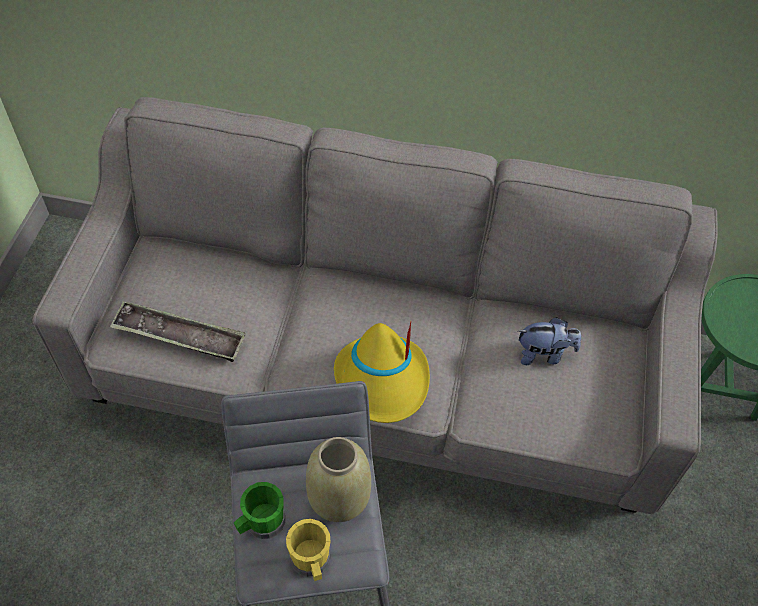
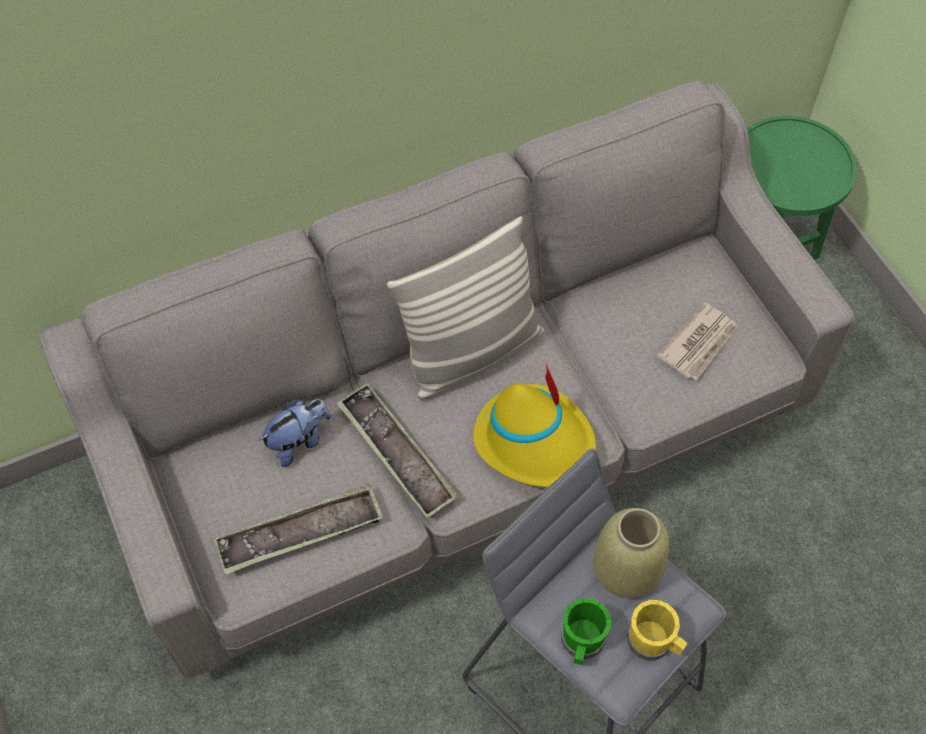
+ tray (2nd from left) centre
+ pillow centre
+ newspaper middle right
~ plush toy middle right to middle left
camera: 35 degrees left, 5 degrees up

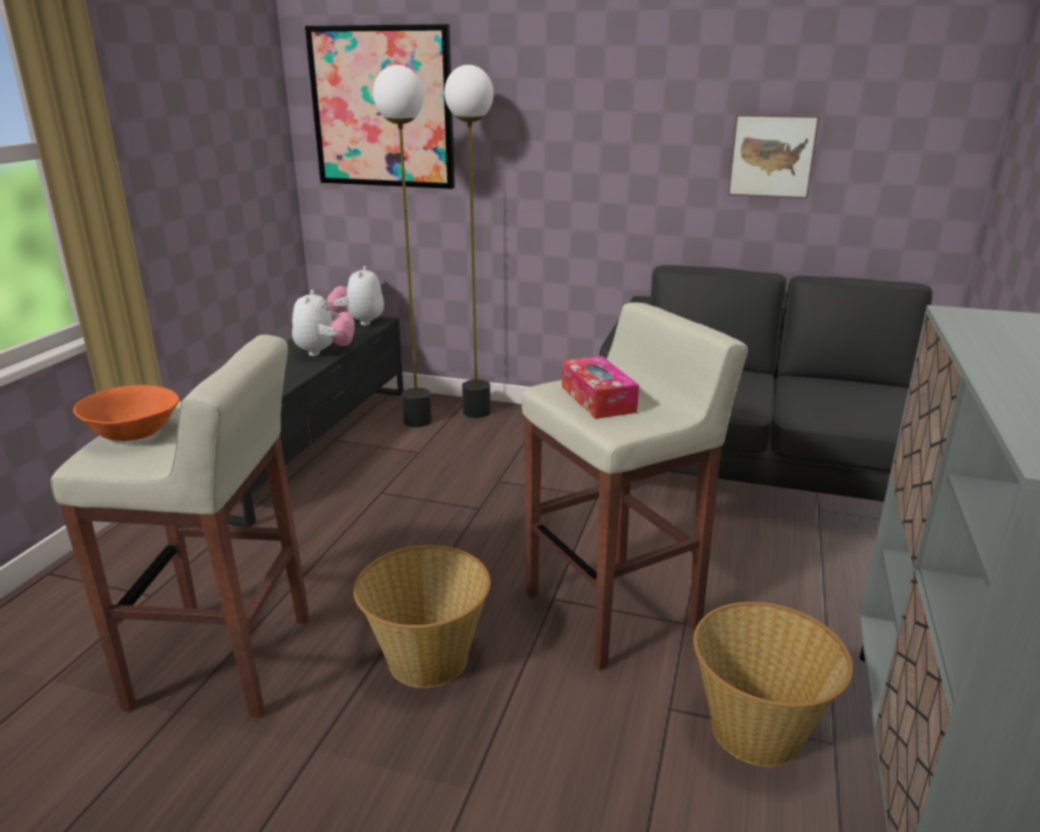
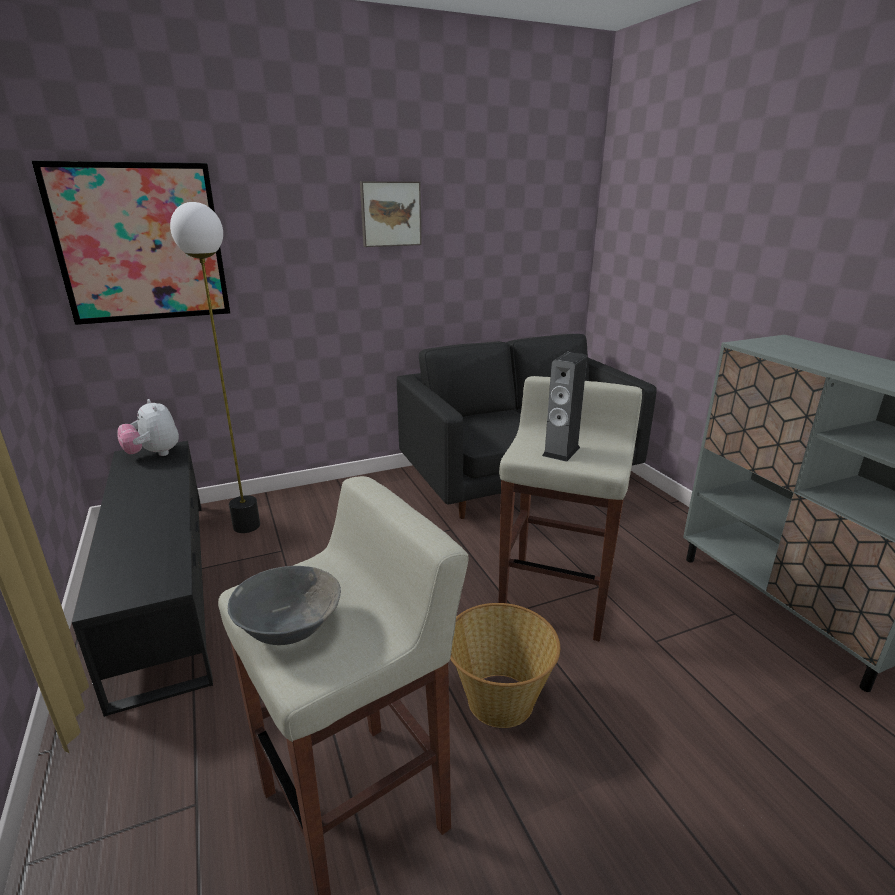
- plush toy (1st from left) middle left
- standing lamp (2nd from left) top centre
- storage basket (2nd from left) bottom right
~ wall picture (2nd from left) top right to top centre
~ tissue holder centre to loudspeaker centre
~ deep dish in orangey middle left to deep dish in grey bottom left
camera: 40 degrees left, 0 degrees up

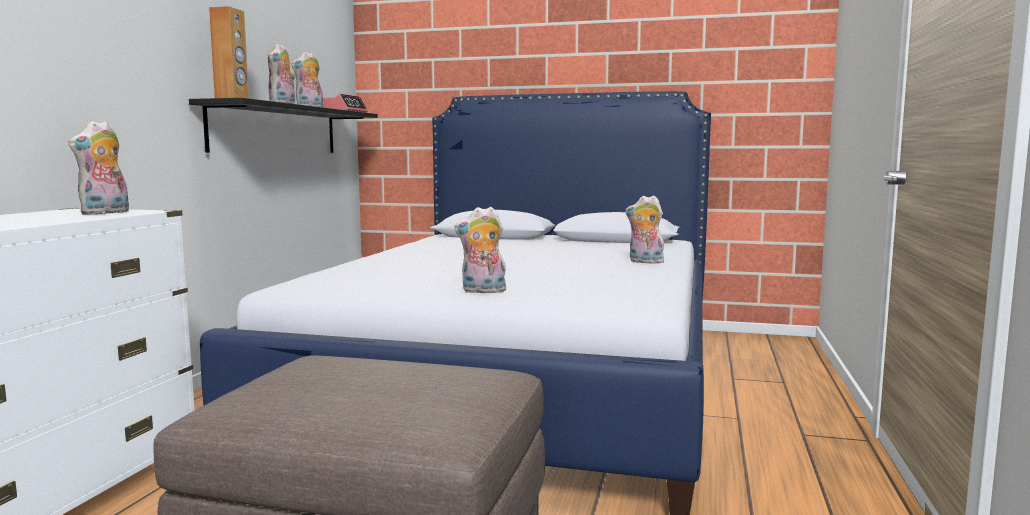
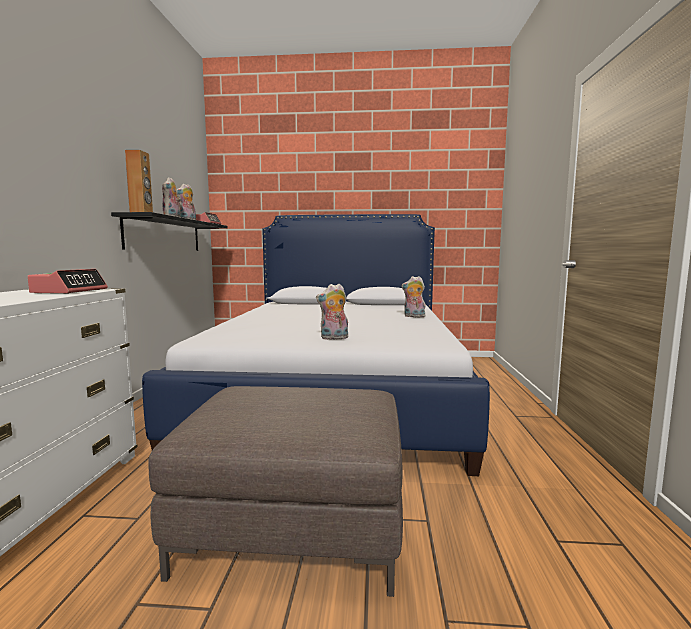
~ plush toy (1st from left) top left to bedside clock (1st from left) middle left
camera: 10 degrees left, 0 degrees up

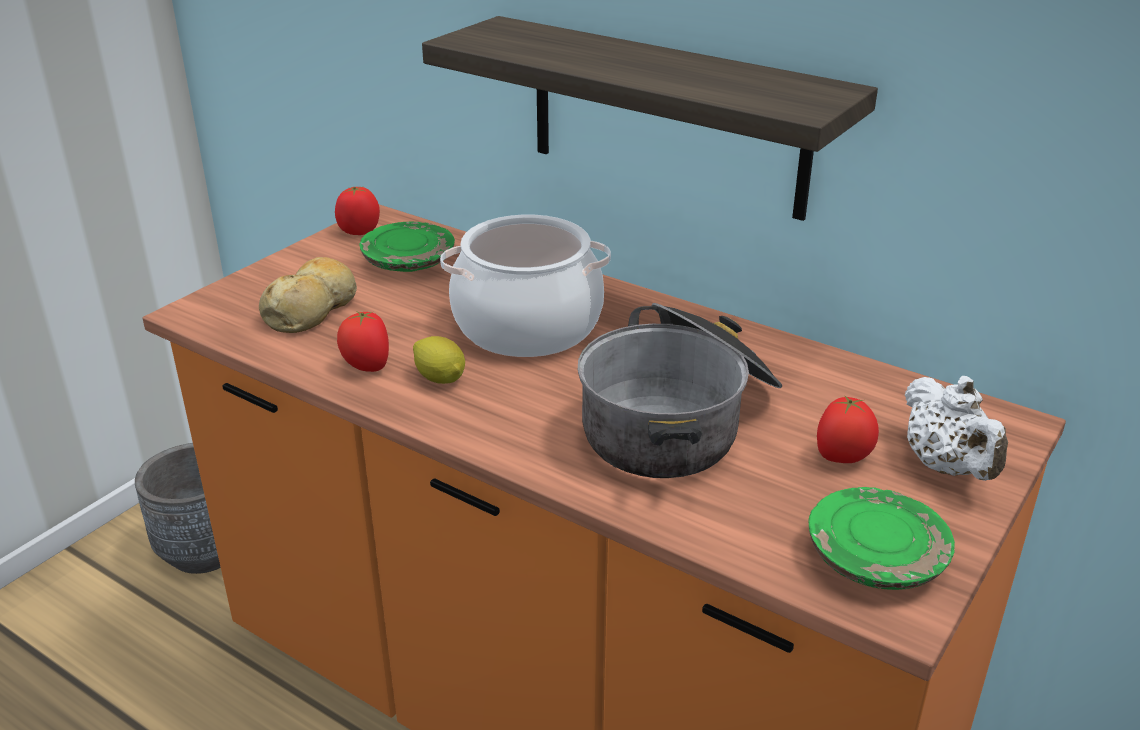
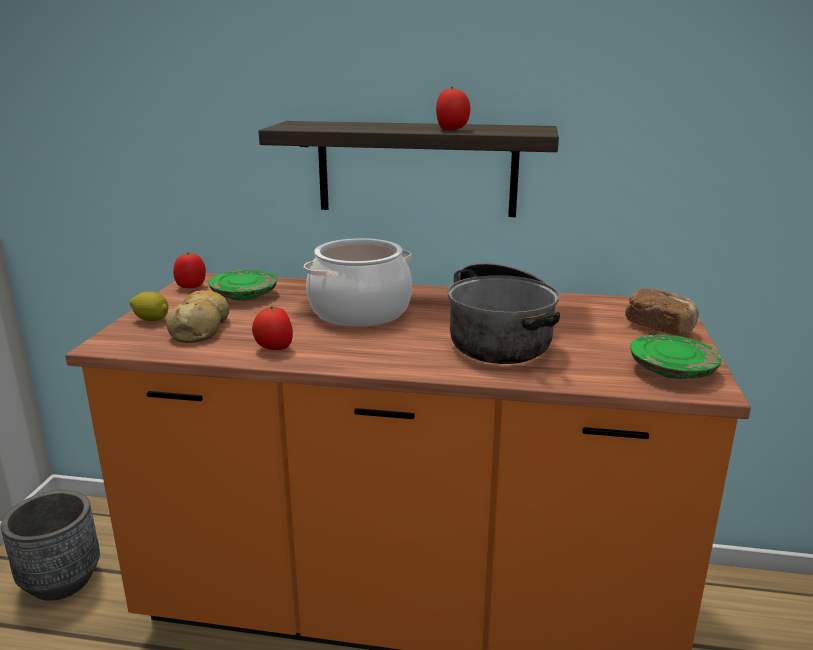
~ citrus fruit centre to middle left
~ tomato (3rd from left) middle right to top centre
~ teapot in white-coloured middle right to bakery bread (2nd from left) middle right
camera: 25 degrees left, 10 degrees down

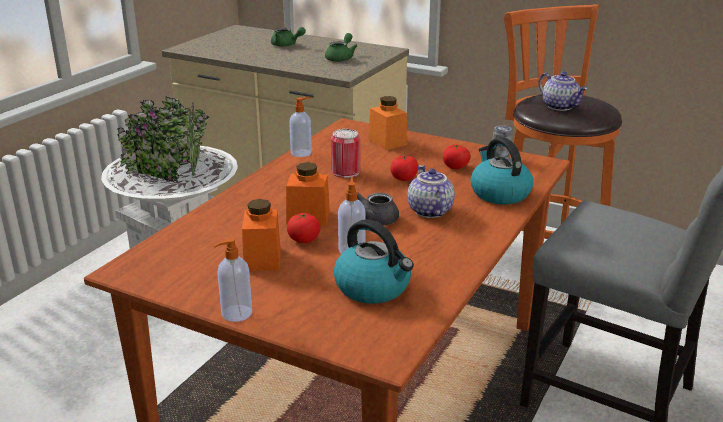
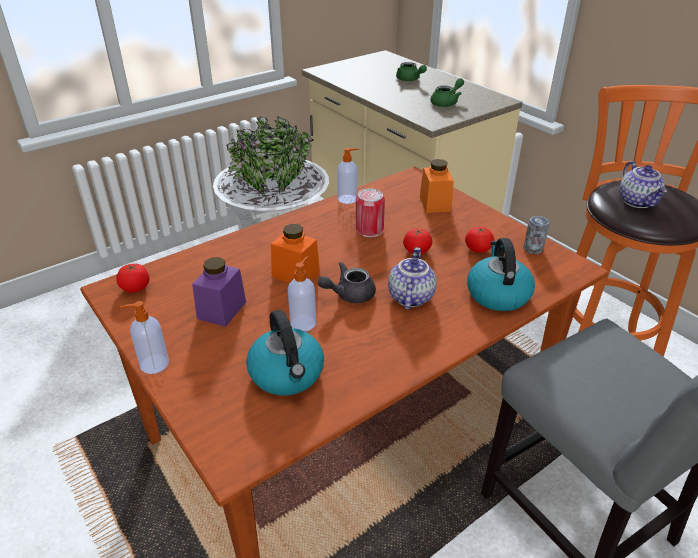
~ tomato (1st from left) centre to middle left
~ jar in orangey (1st from left) centre to jar in purple middle left
camera: 25 degrees right, 10 degrees up

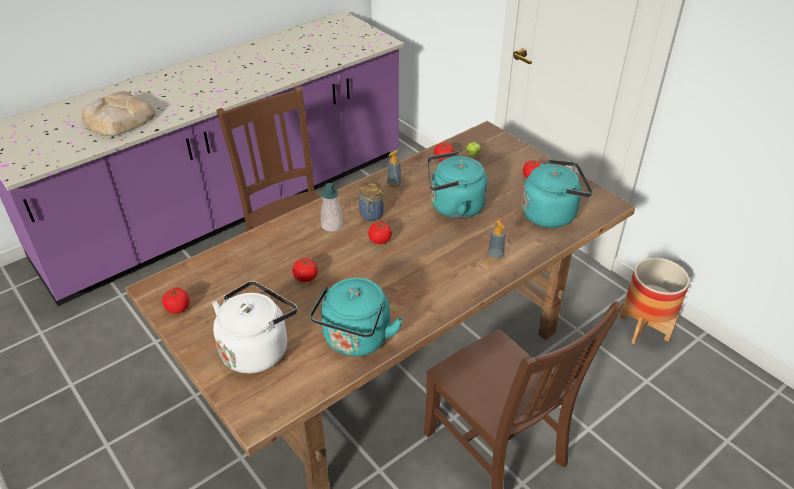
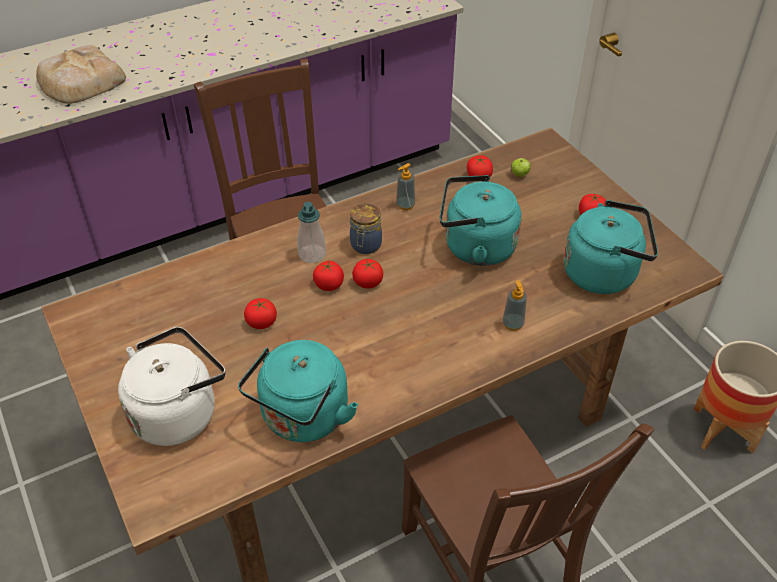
~ tomato (1st from left in the first image) middle left to tomato (2nd from left) centre
camera: 10 degrees right, 5 degrees up

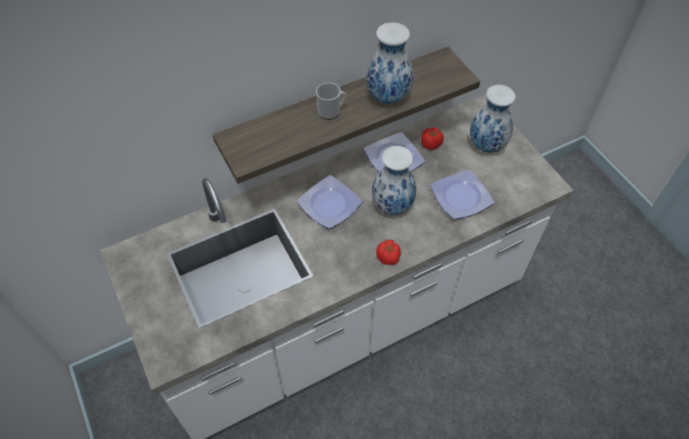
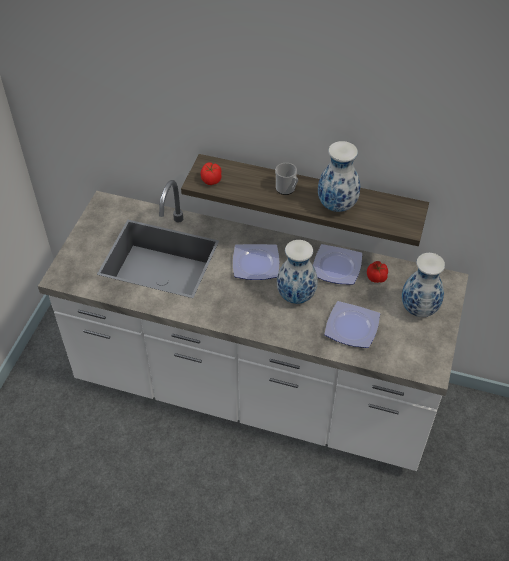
~ tomato (1st from left) centre to top centre
camera: 45 degrees right, 5 degrees down

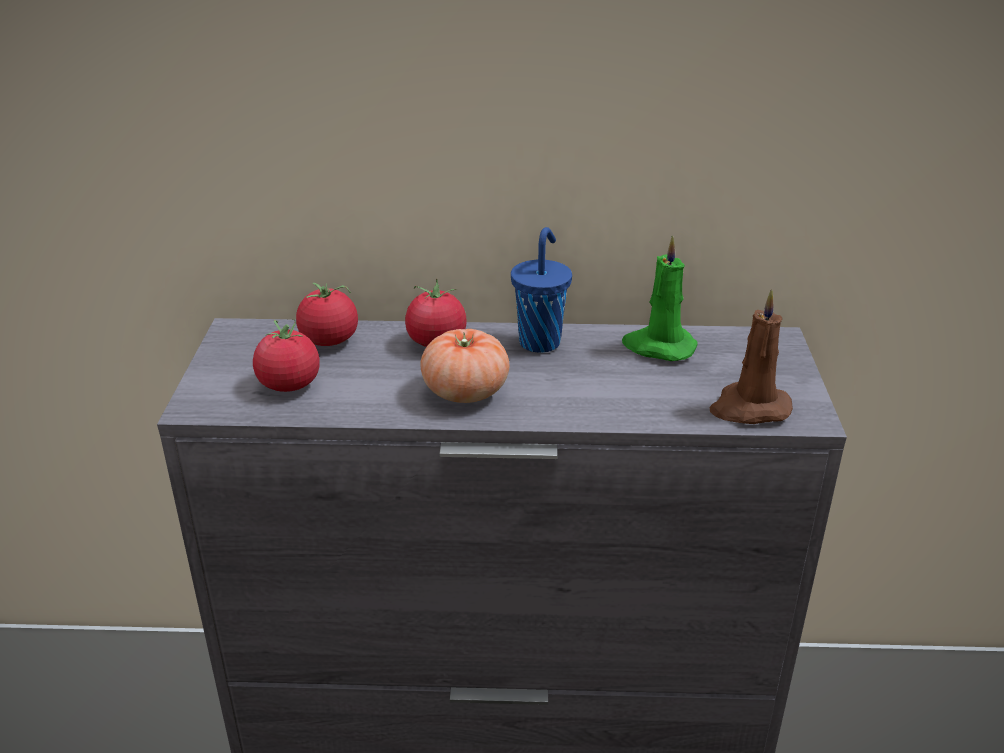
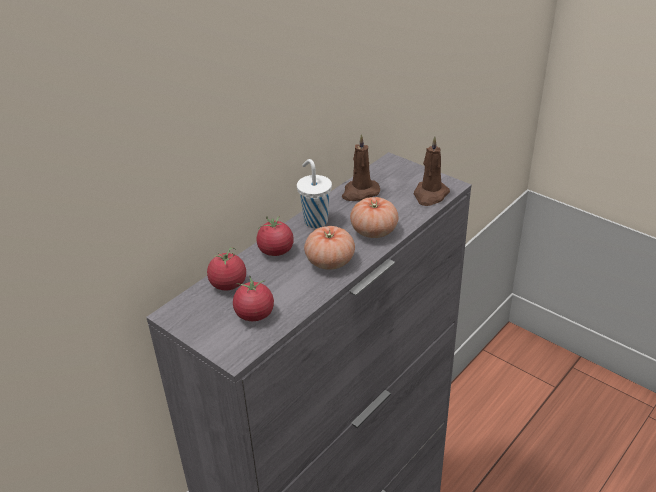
+ tomato (5th from left) centre
~ small cup in blue-coloured centre to small cup in white-coloured centre
~ wax candle in green-coloured centre to wax candle in brownish (1st from left) centre
camera: 50 degrees left, 5 degrees up

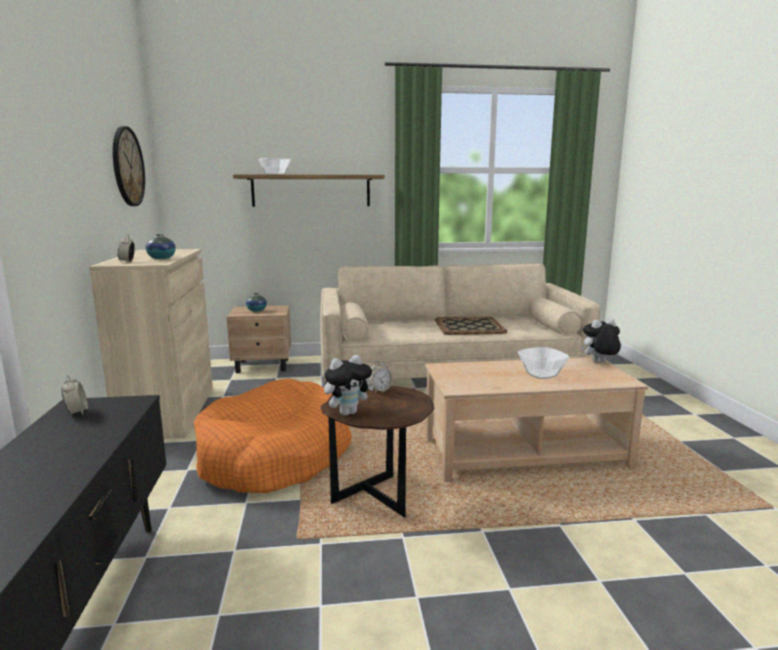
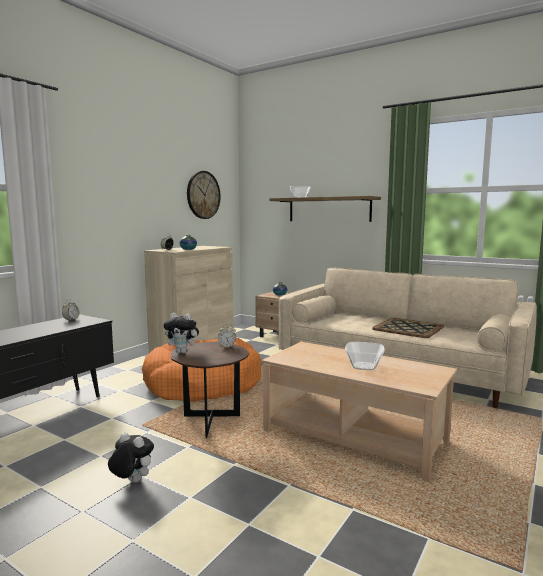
~ plush toy (2nd from left in the first image) middle right to plush toy (1st from left) bottom left
camera: 40 degrees right, 5 degrees down

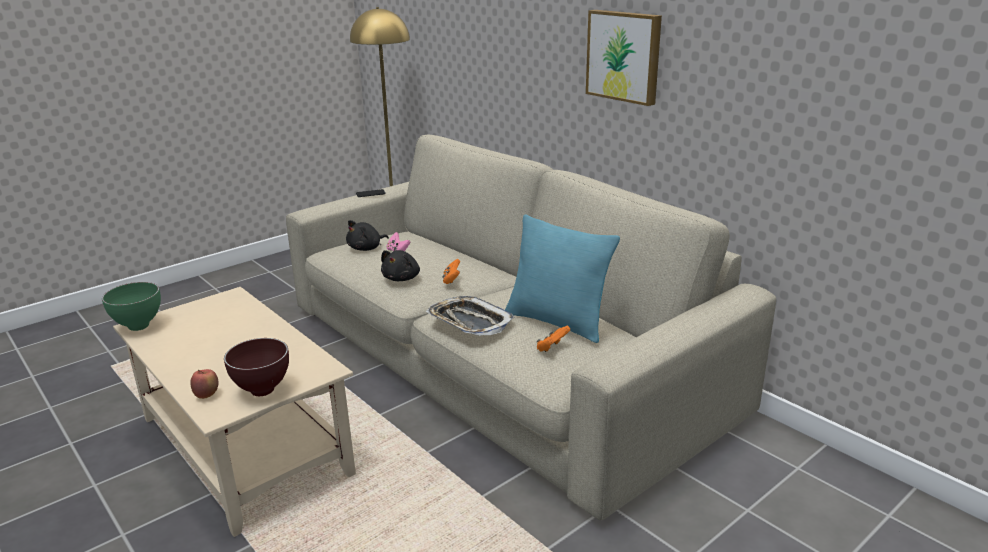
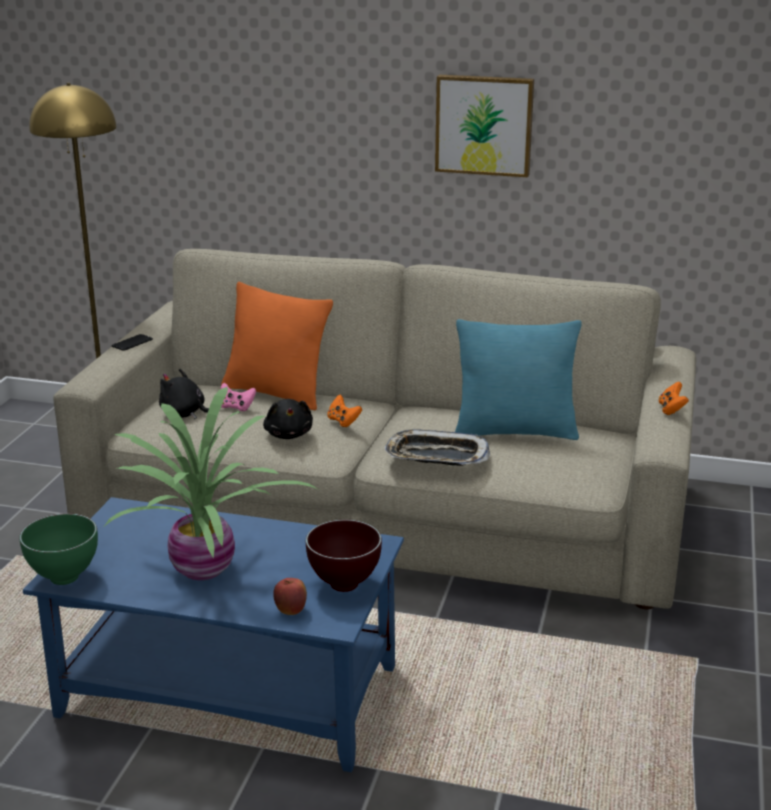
+ potted plant middle left
+ pillow in orangey centre
~ game controller in orangey (2nd from left) centre to middle right
~ coffee table in beige bottom left to coffee table in blue-coloured bottom left
~ plush toy in black (1st from left) centre = middle left 105 degrees clockwise
camera: 35 degrees left, 0 degrees up

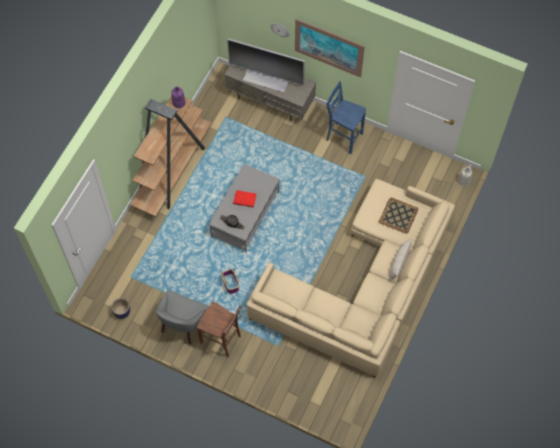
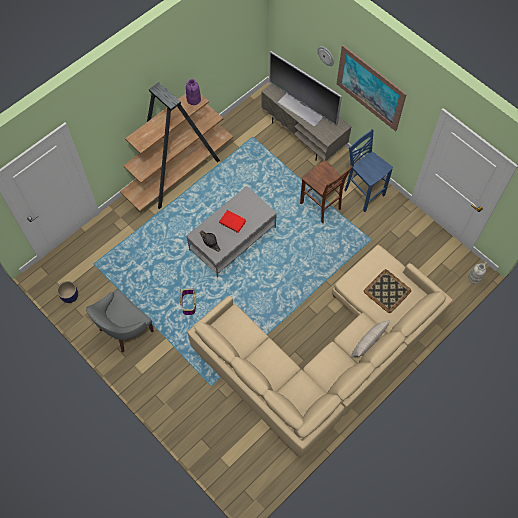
~ sitting stool in brownish bottom centre to centre
camera: 20 degrees right, 0 degrees up

